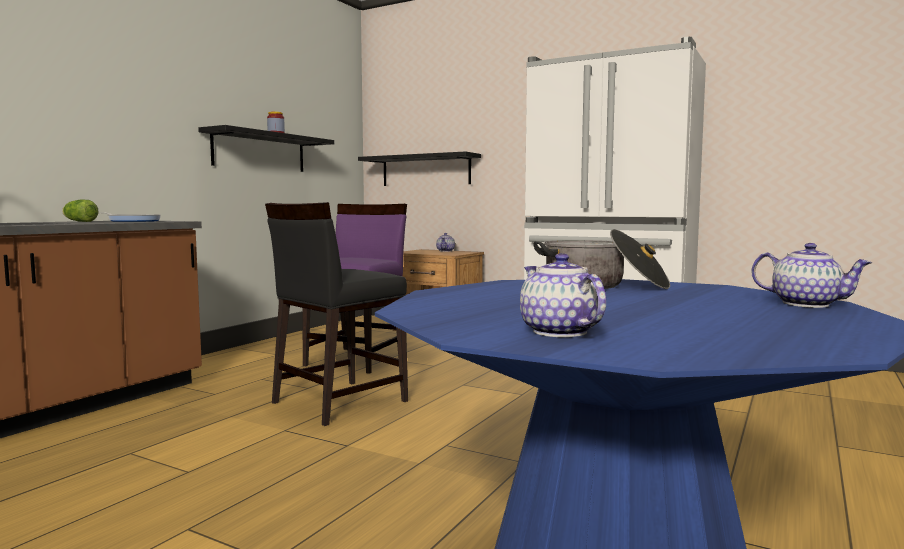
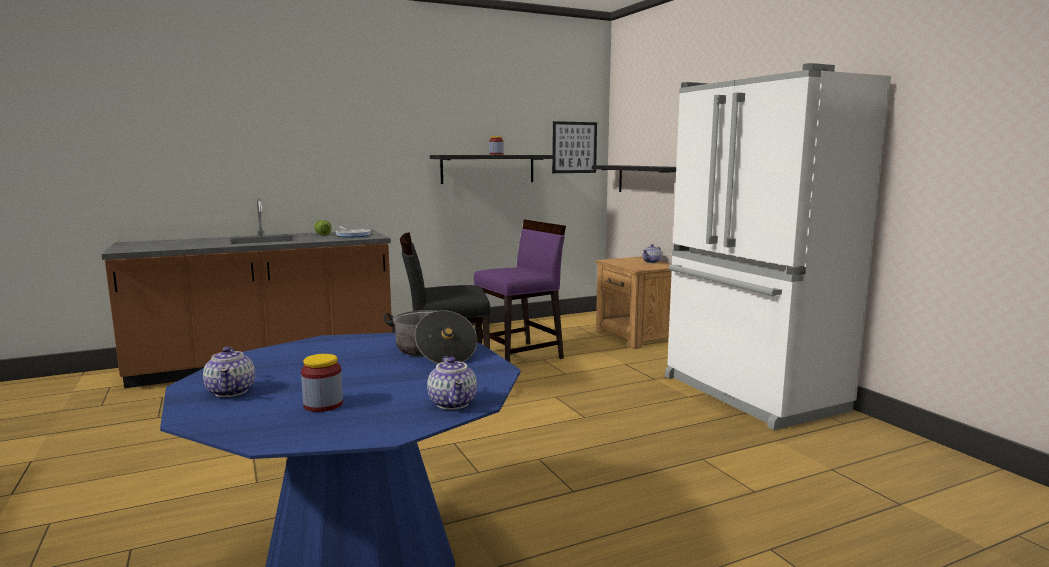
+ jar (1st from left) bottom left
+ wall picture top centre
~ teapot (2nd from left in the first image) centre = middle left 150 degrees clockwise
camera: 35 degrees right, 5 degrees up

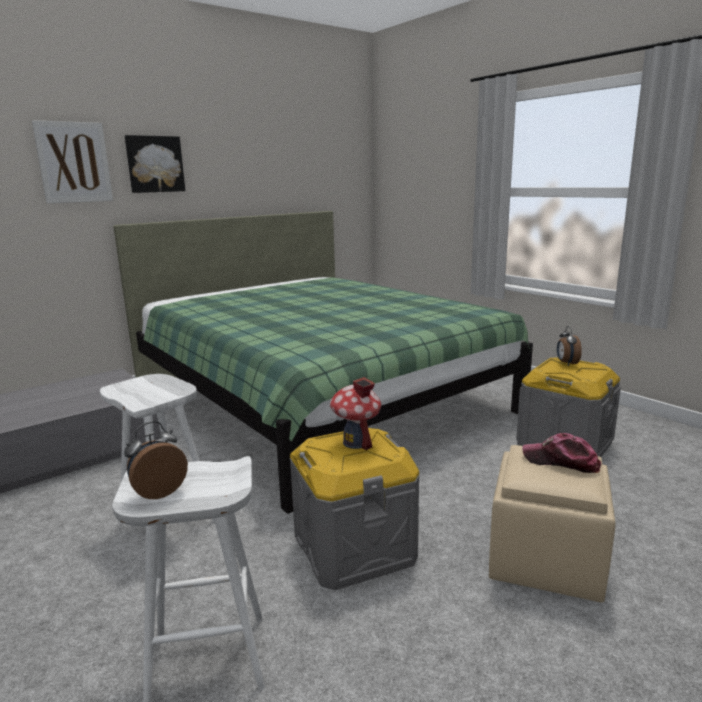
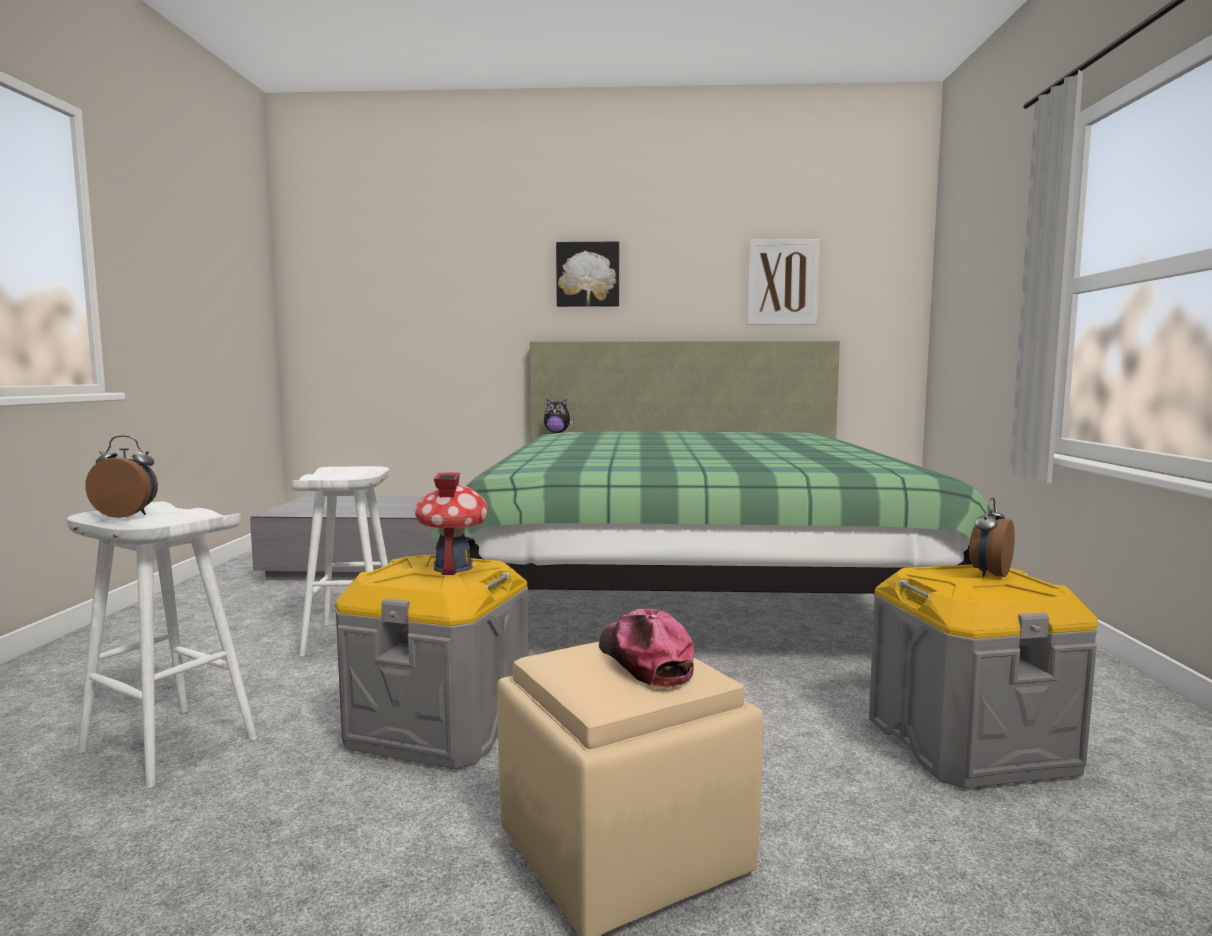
+ plush toy centre
~ wall picture (1st from left in the first image) top left to wall picture (2nd from left) top centre
camera: 40 degrees right, 10 degrees down

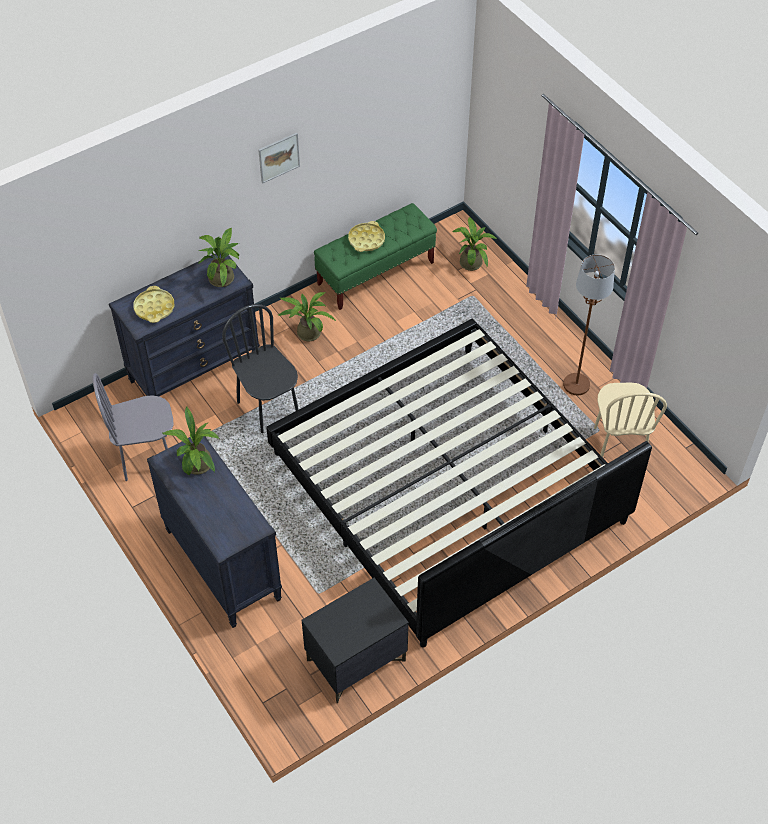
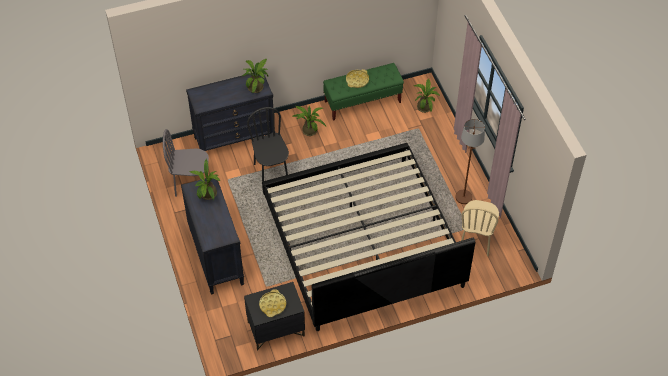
- wall picture top centre
~ tray in yellow-coloured (1st from left) middle left to bottom centre
camera: 15 degrees right, 0 degrees up

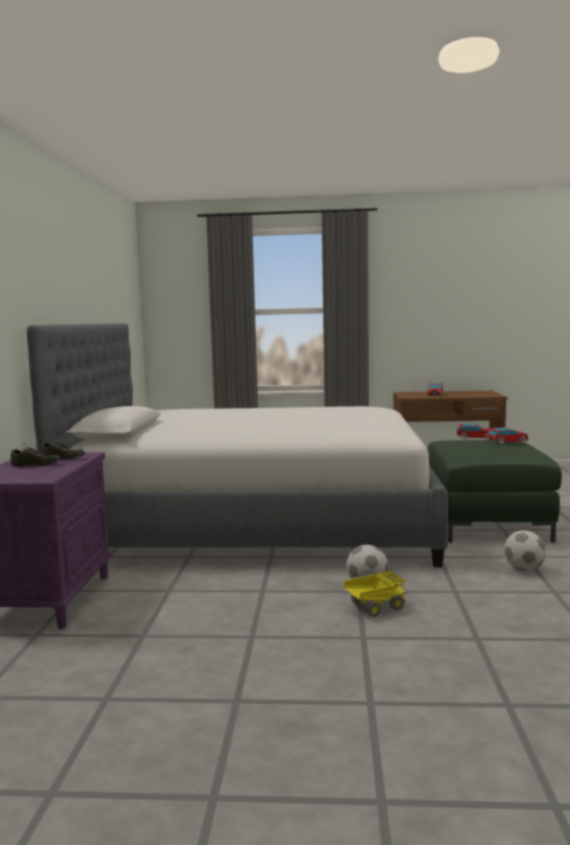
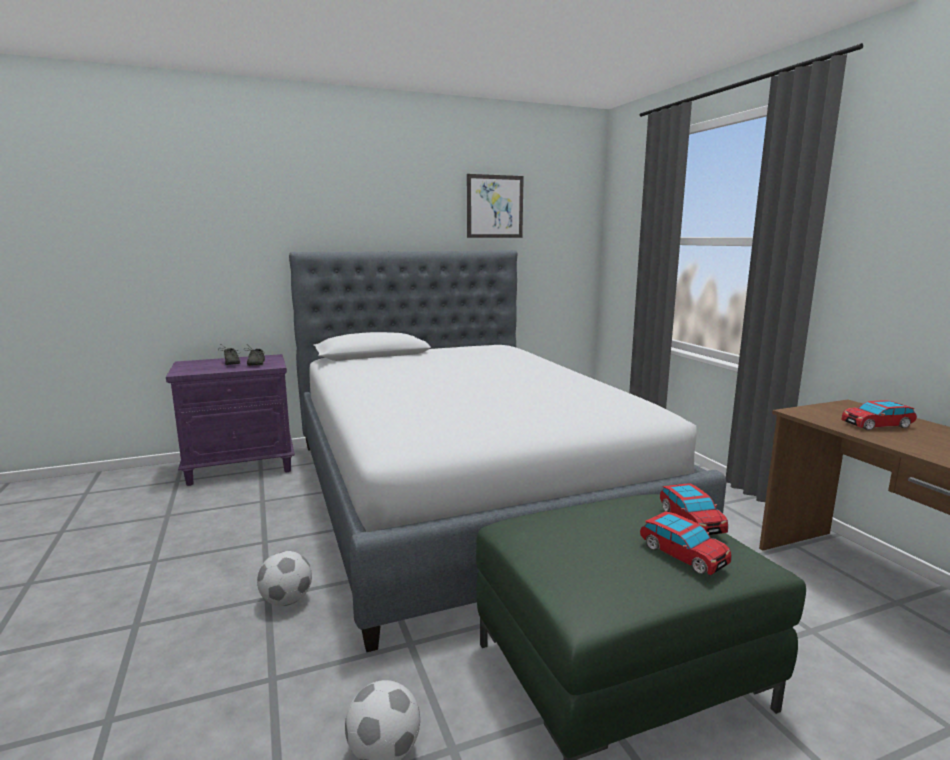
- toy truck bottom centre
+ wall picture top centre
camera: 65 degrees right, 5 degrees up

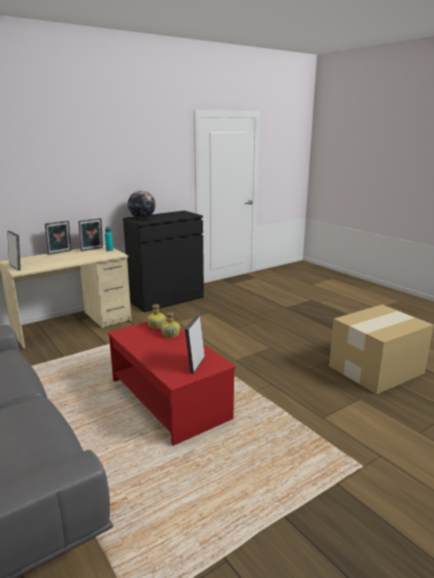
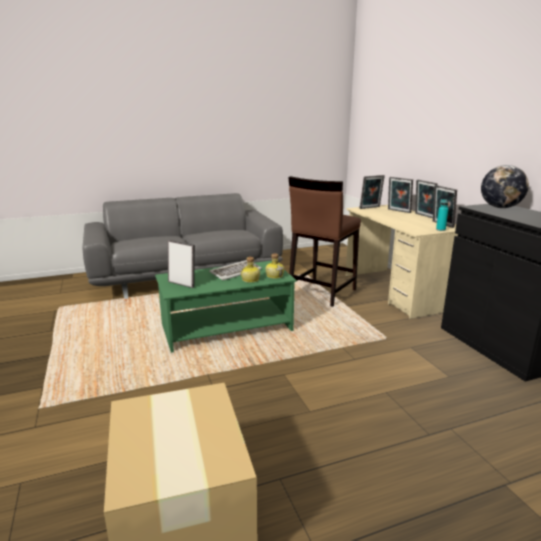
+ PC keyboard centre
+ sitting stool in brownish centre
+ photo frame (3rd from left) middle right
~ coffee table in red-coloured centre to coffee table in green-coloured centre
camera: 105 degrees right, 0 degrees up

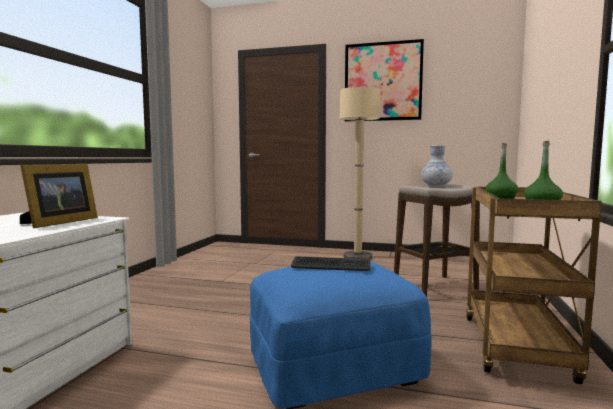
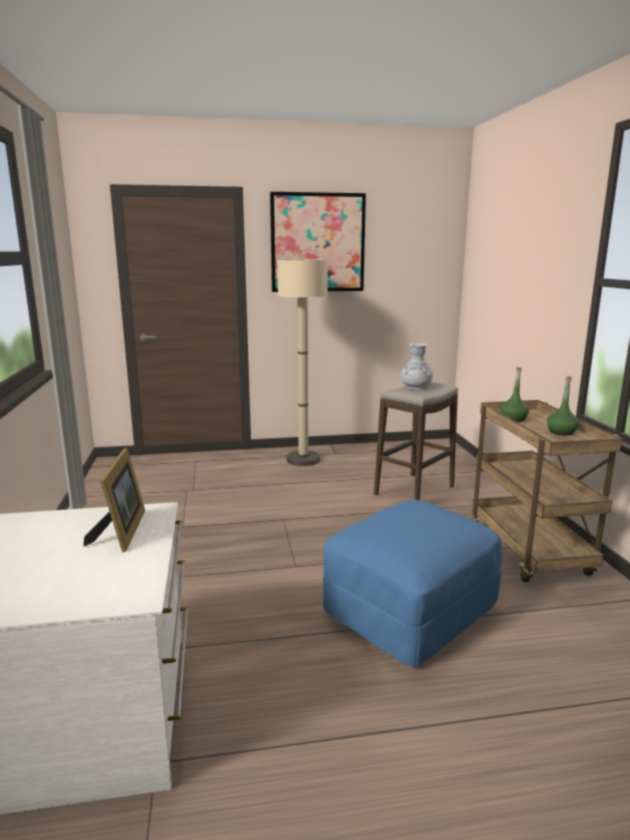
- PC keyboard centre
camera: 25 degrees left, 10 degrees up

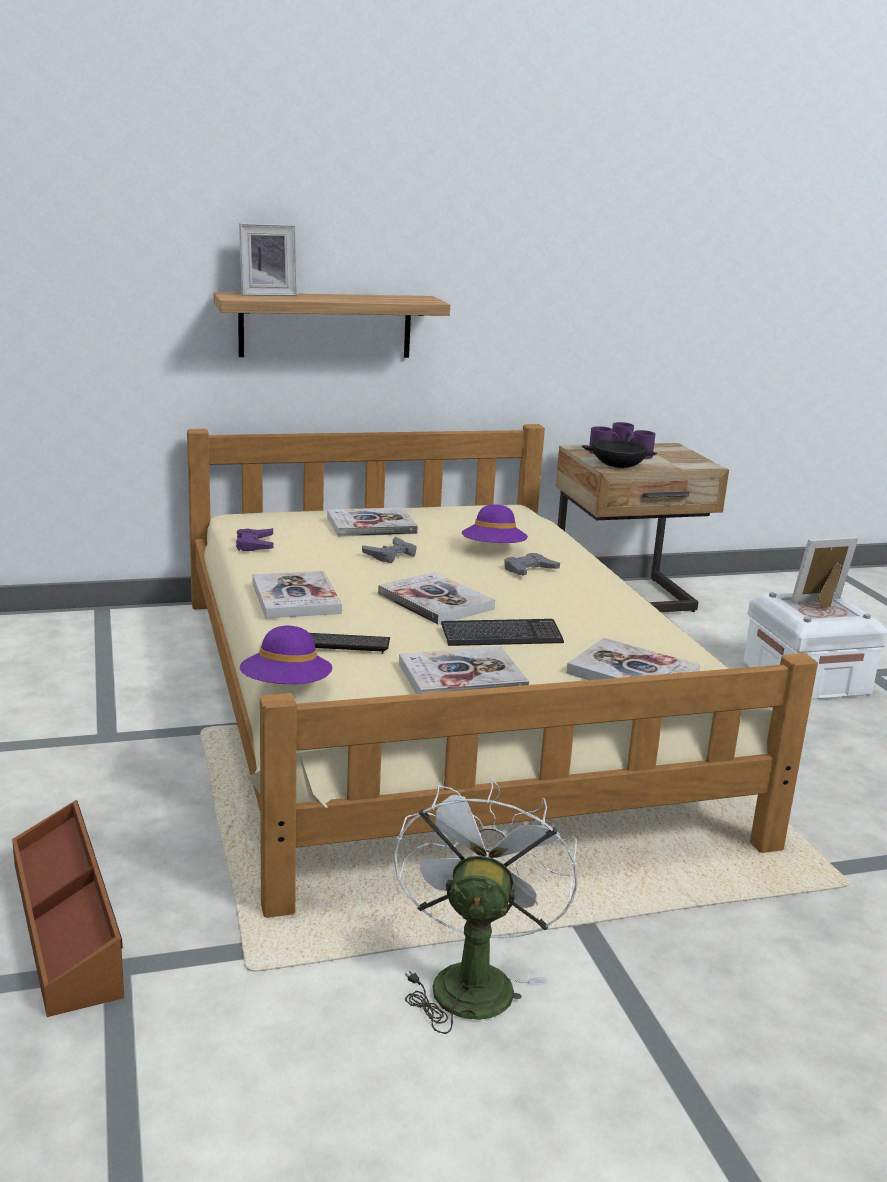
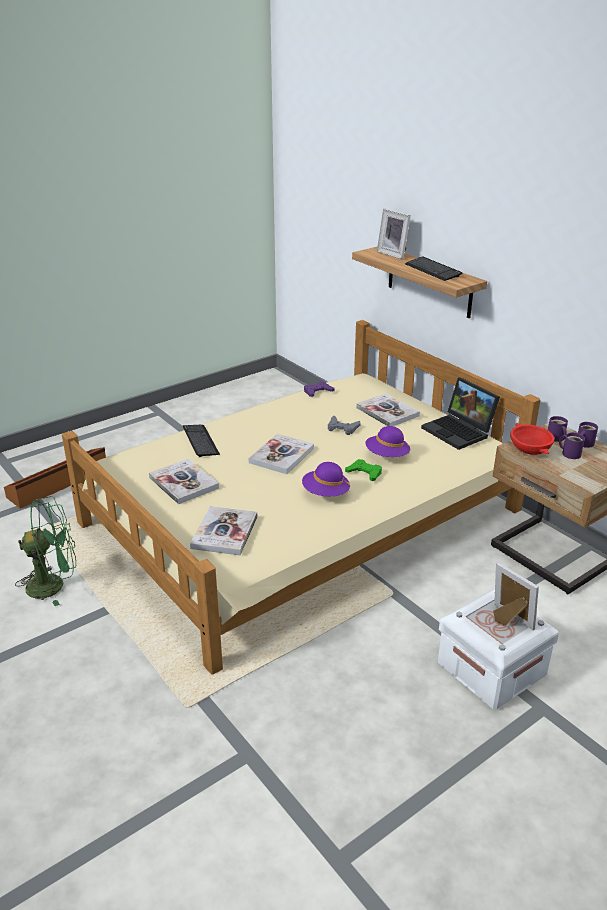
- volume (1st from left) centre
+ notebook computer middle right
~ hat in purple (1st from left) middle left to centre
~ PC keyboard (2nd from left) centre to top right
~ cooling fan in white-coloured bottom centre to cooling fan in green-coloured middle left
~ game controller in grey (2nd from left) centre to game controller in green-coloured centre
~ deep dish in black middle right to deep dish in red-coloured middle right
camera: 70 degrees right, 10 degrees up

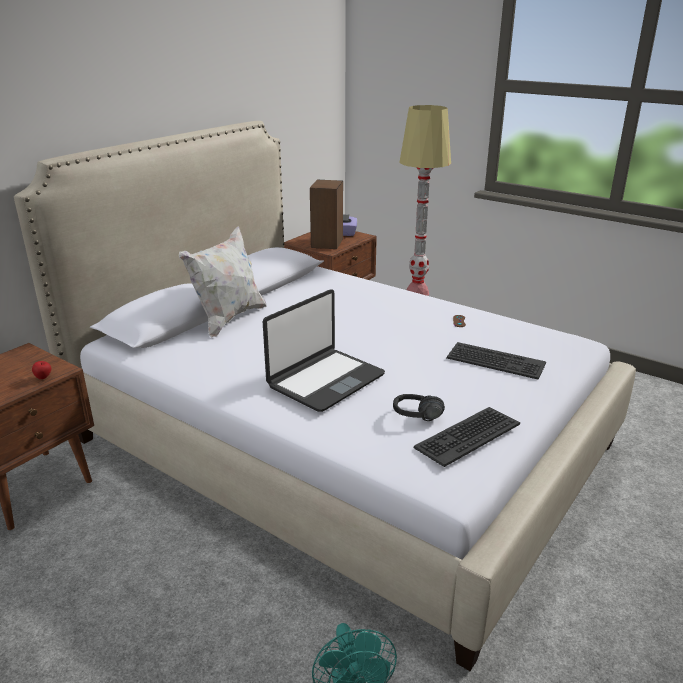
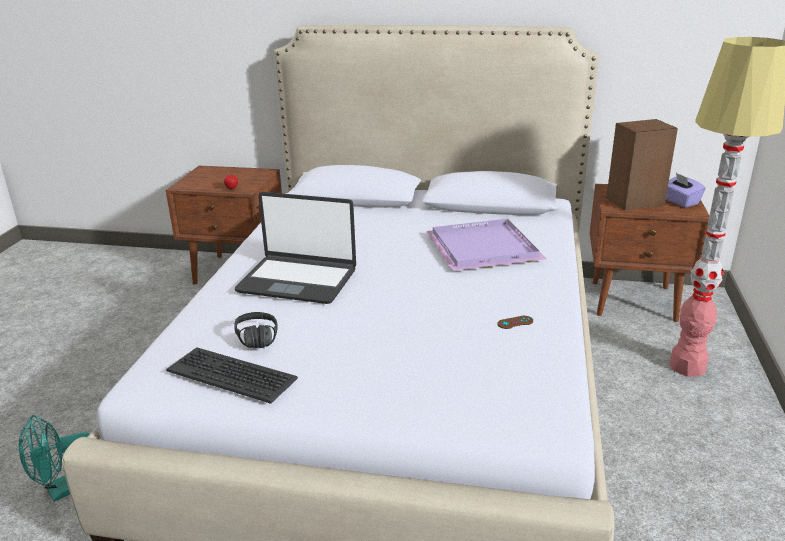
- pillow in white-coloured middle left
- PC keyboard (2nd from left) middle right
+ tray in purple centre
camera: 65 degrees right, 0 degrees up

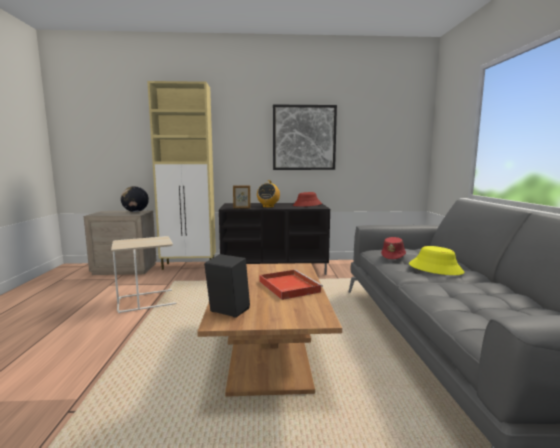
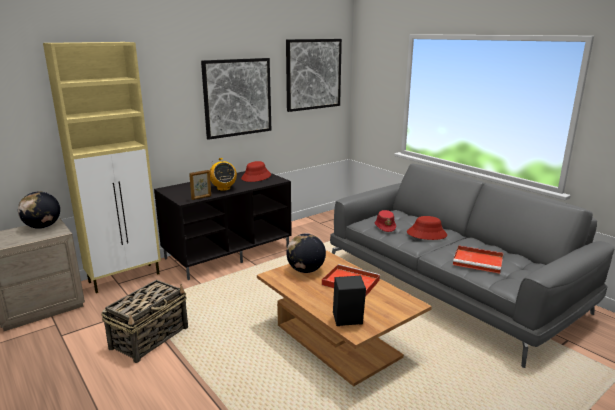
+ wall picture (2nd from left) top centre
+ world globe (2nd from left) centre
+ tray in red-coloured (2nd from left) middle right
~ accent table in beige middle left to storage basket bottom left
~ hat in yellow-coloured middle right to hat in red-coloured (3rd from left) middle right
camera: 35 degrees left, 10 degrees up

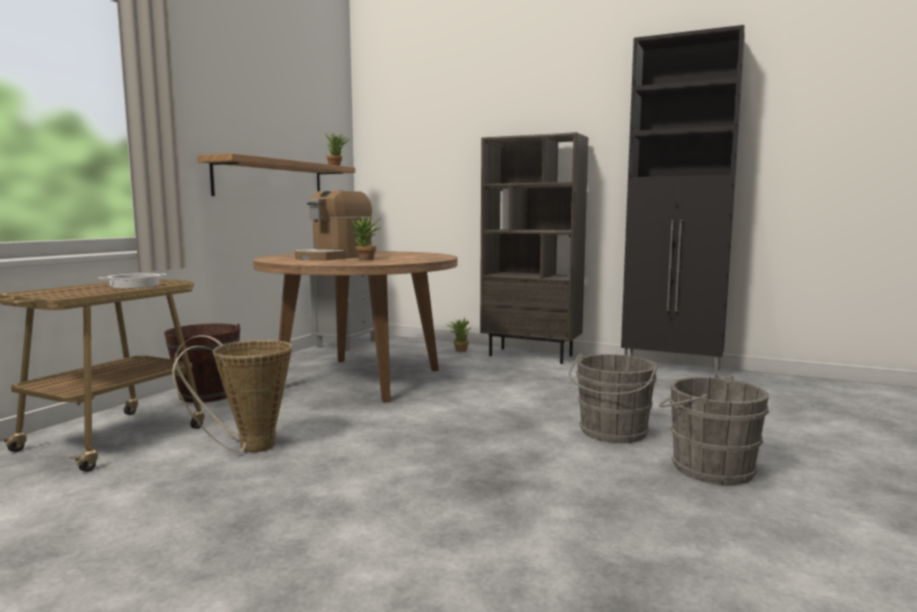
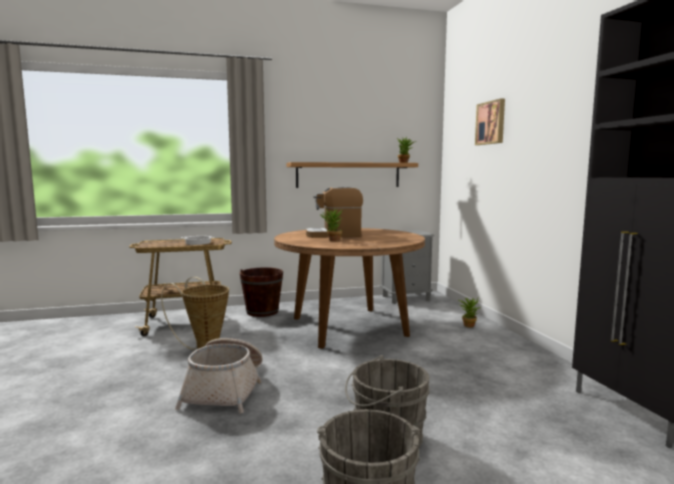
- bookcase in brownish centre
+ storage basket (2nd from left) bottom left
+ wall picture top right
camera: 50 degrees right, 0 degrees up

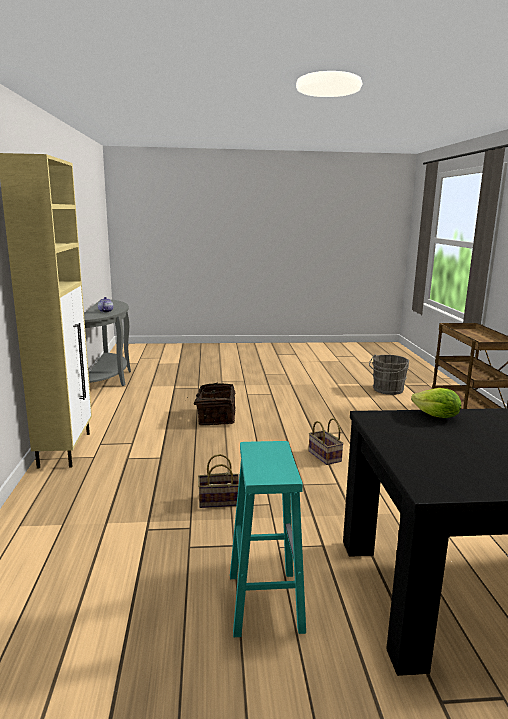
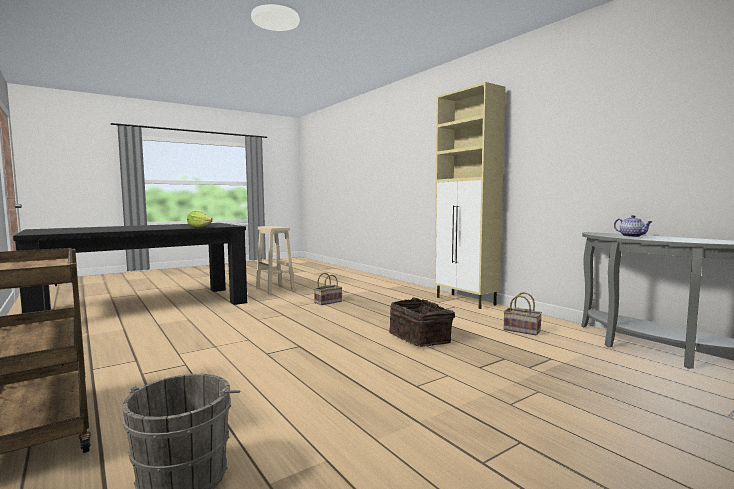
~ storage basket (3rd from left) centre to middle right
~ sitting stool in turquoise bottom centre to sitting stool in beige centre
camera: 150 degrees right, 10 degrees down

